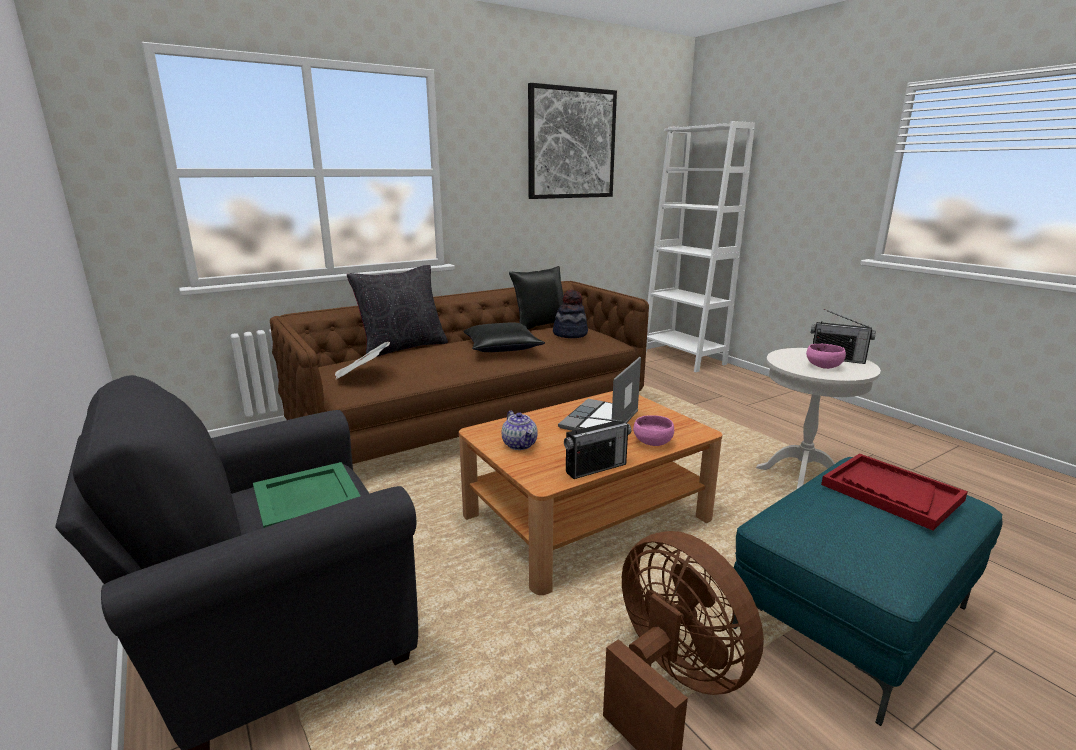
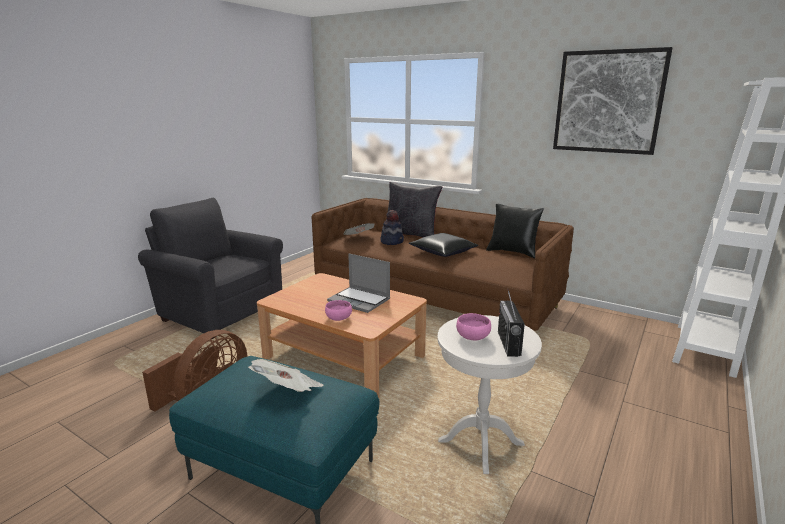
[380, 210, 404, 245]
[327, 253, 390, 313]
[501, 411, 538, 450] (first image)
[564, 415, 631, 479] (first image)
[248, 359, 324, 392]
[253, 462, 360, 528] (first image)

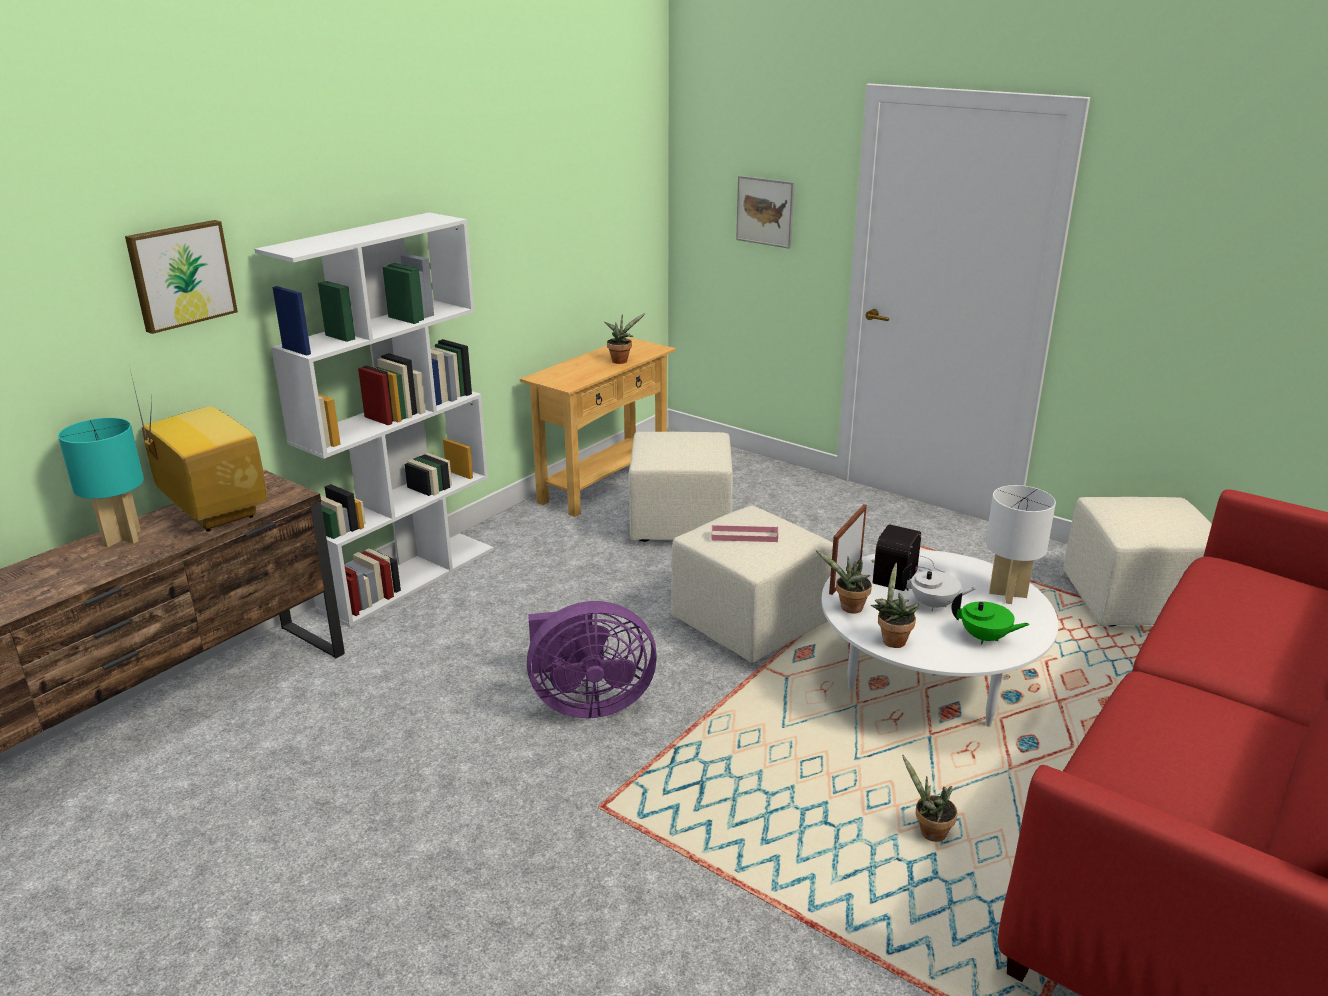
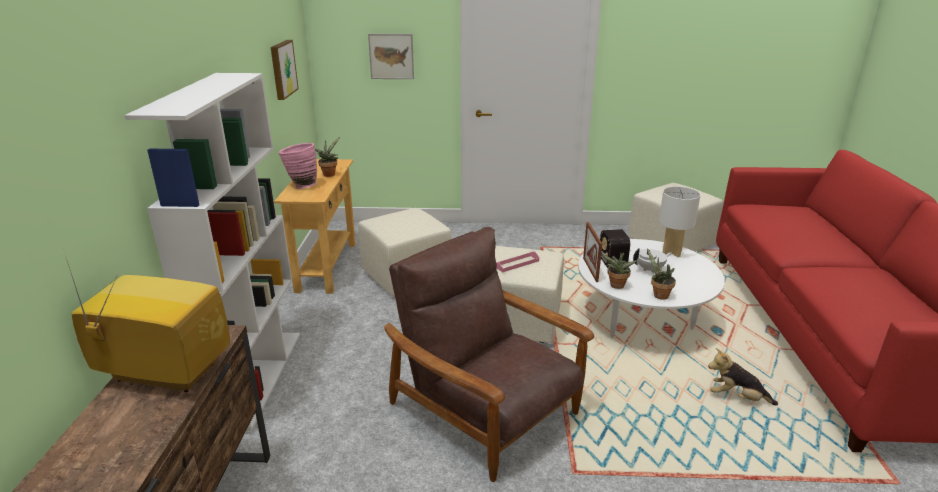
[271, 40, 299, 100]
[58, 418, 144, 547] (first image)
[952, 593, 1030, 645] (first image)
[384, 227, 595, 482]
[708, 348, 778, 405]
[278, 143, 317, 189]

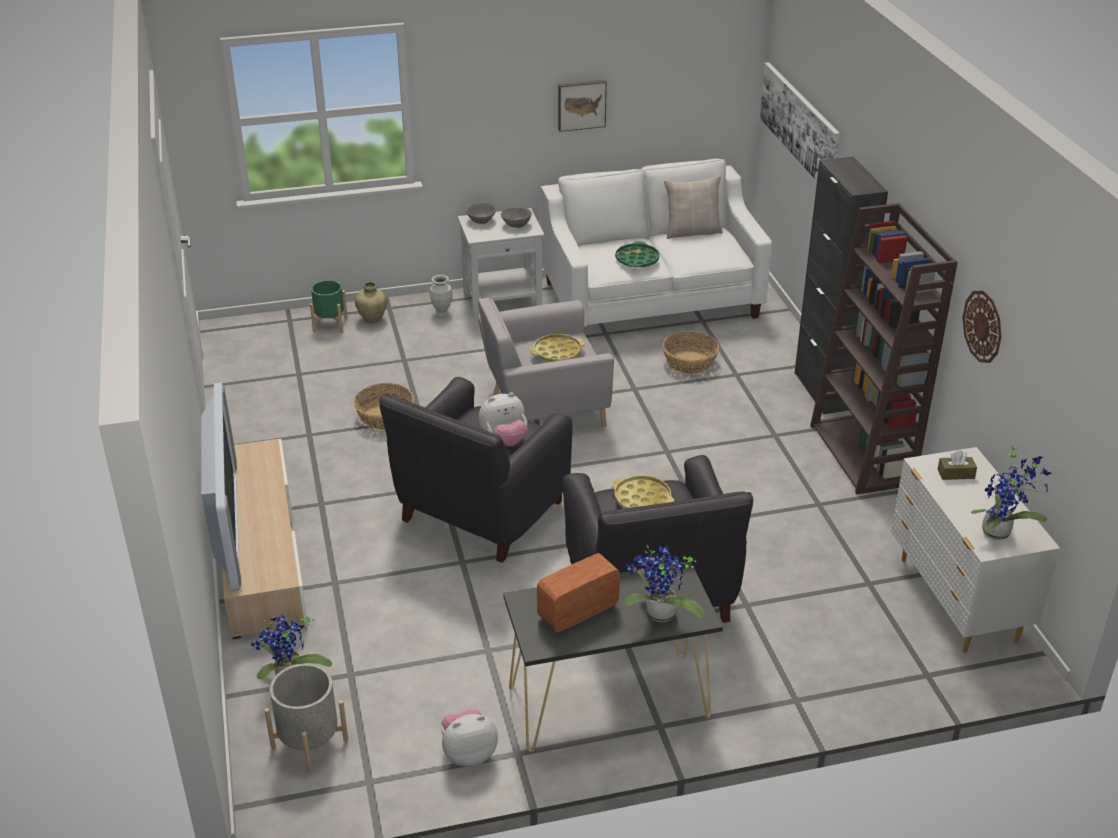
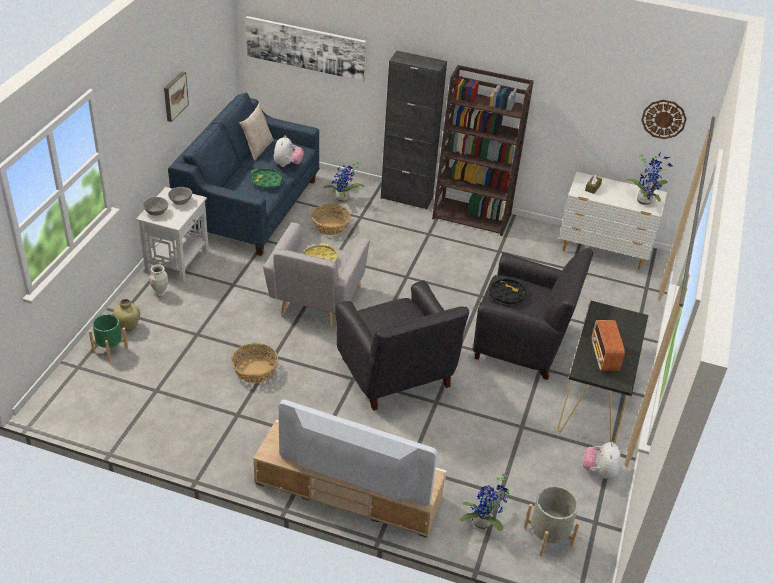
[168, 93, 319, 256]
[641, 100, 687, 139]
[274, 135, 304, 167]
[489, 279, 528, 304]
[324, 162, 365, 202]

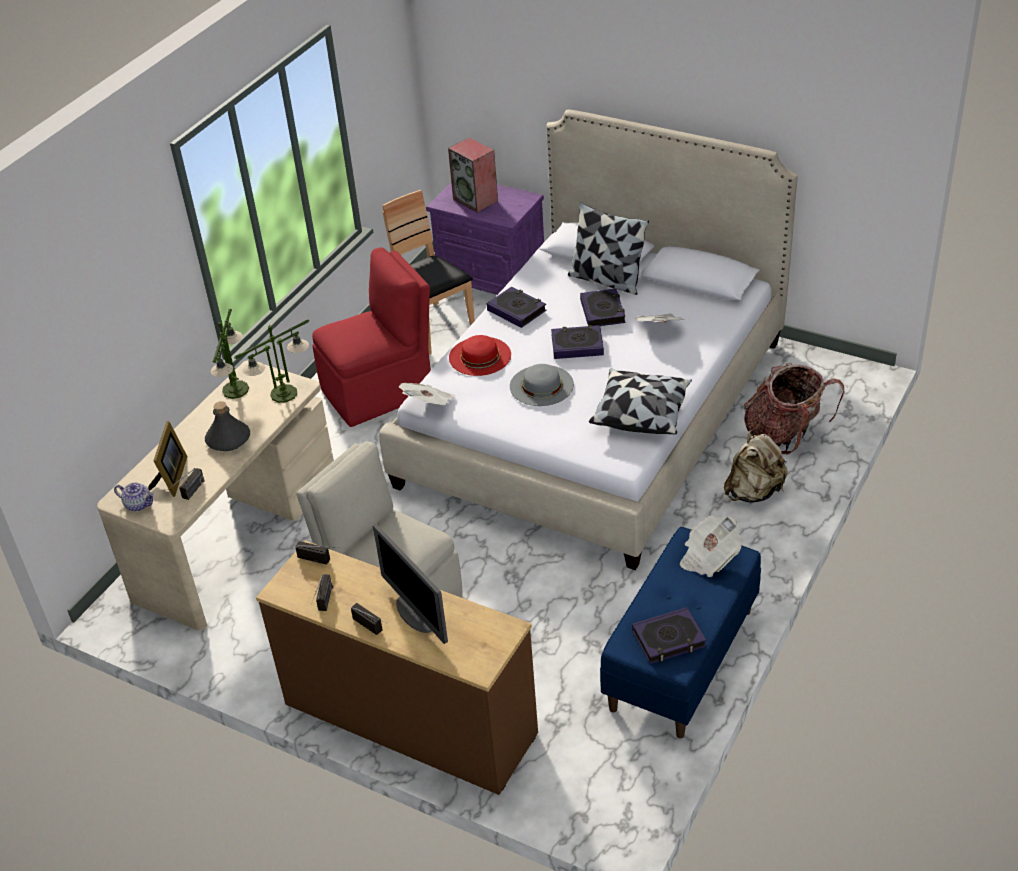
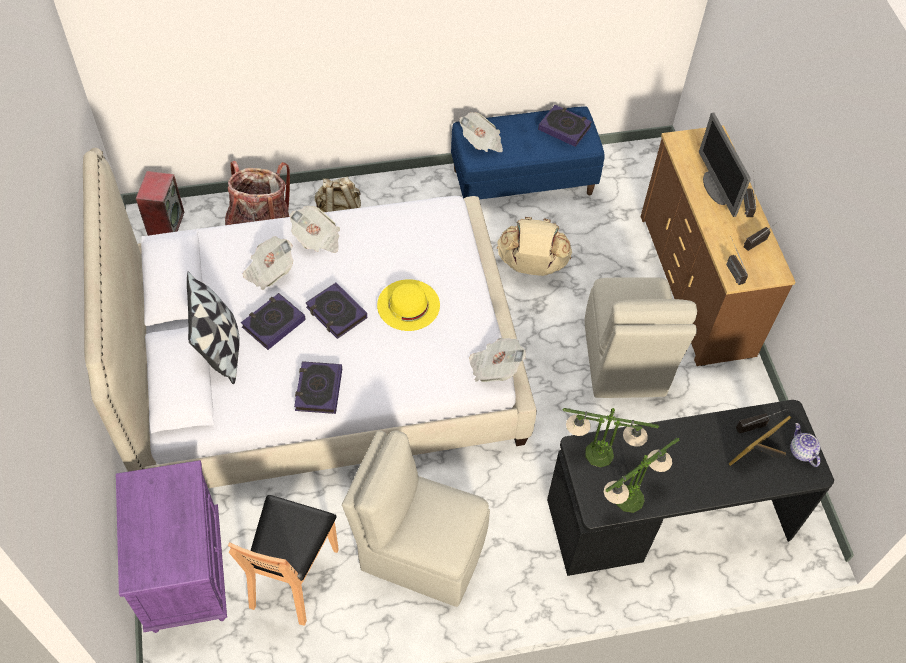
[136, 171, 184, 236]
[342, 430, 490, 607]
[449, 335, 511, 376] (first image)
[547, 400, 834, 576]
[377, 279, 440, 331]
[589, 369, 692, 434] (first image)
[205, 401, 250, 451] (first image)
[699, 113, 751, 217]
[290, 206, 340, 253]
[497, 217, 572, 276]

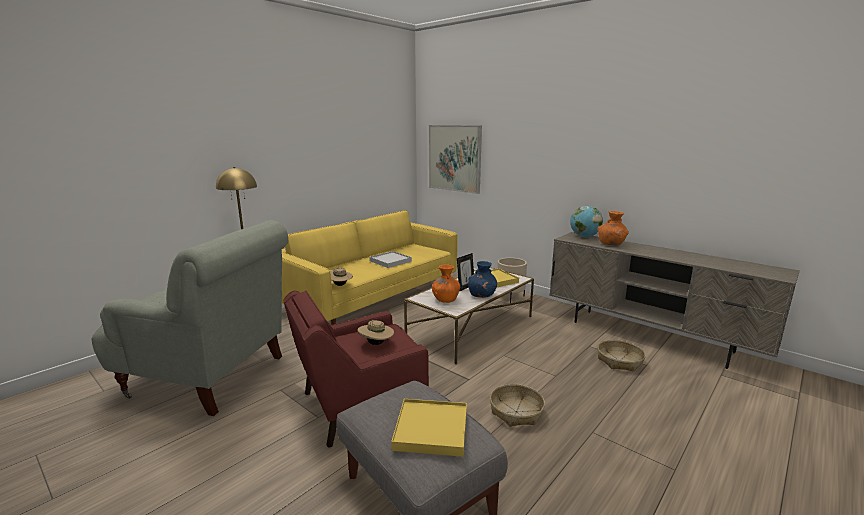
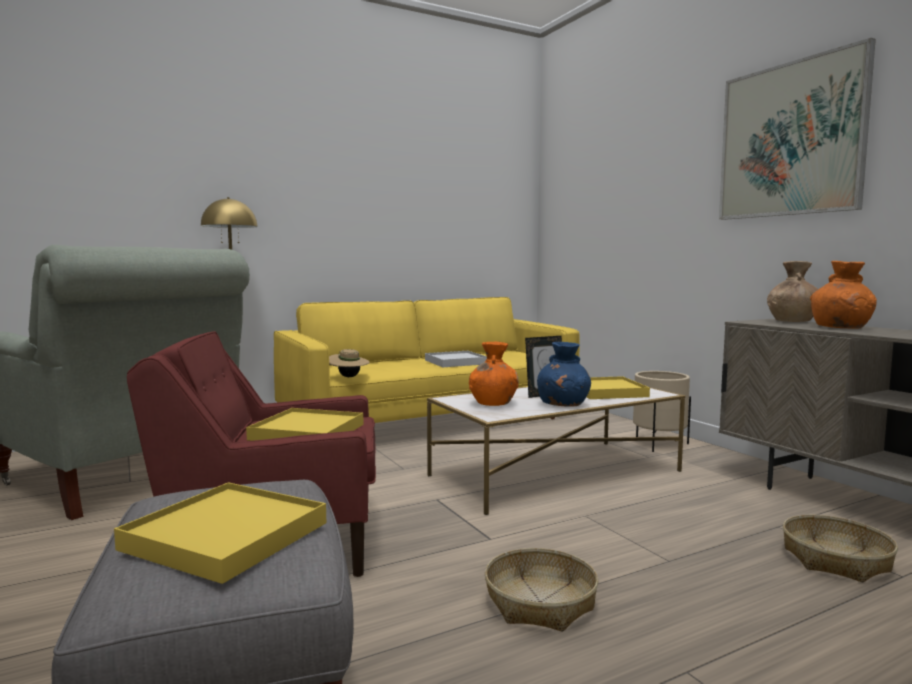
[719, 38, 876, 220]
[767, 261, 818, 322]
[246, 408, 363, 441]

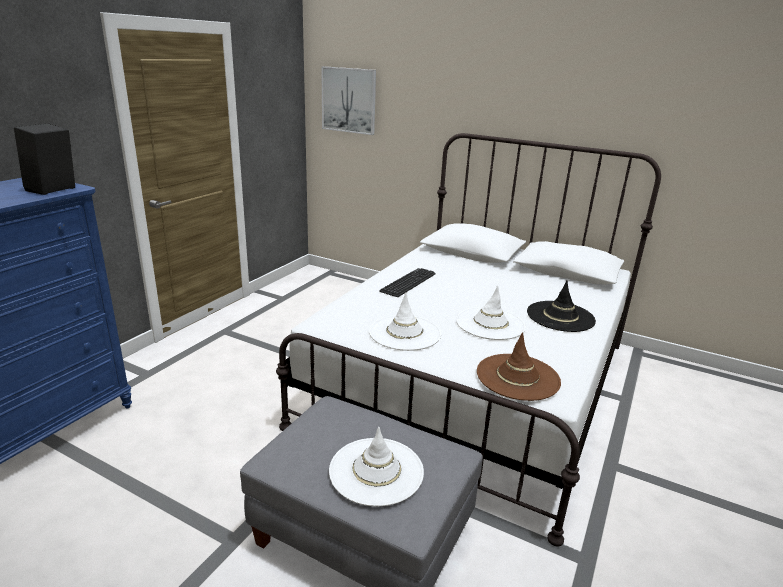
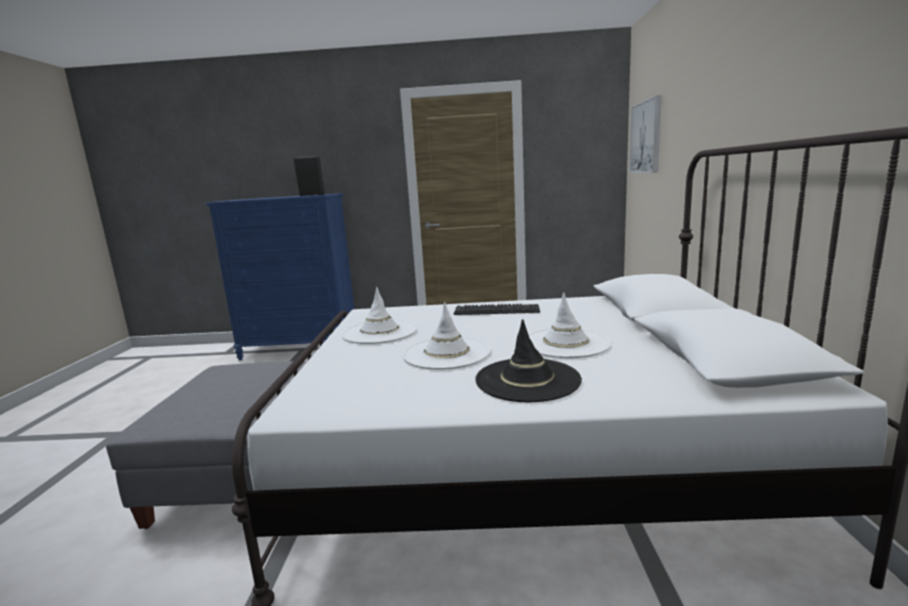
[477, 332, 561, 401] (first image)
[528, 292, 612, 358]

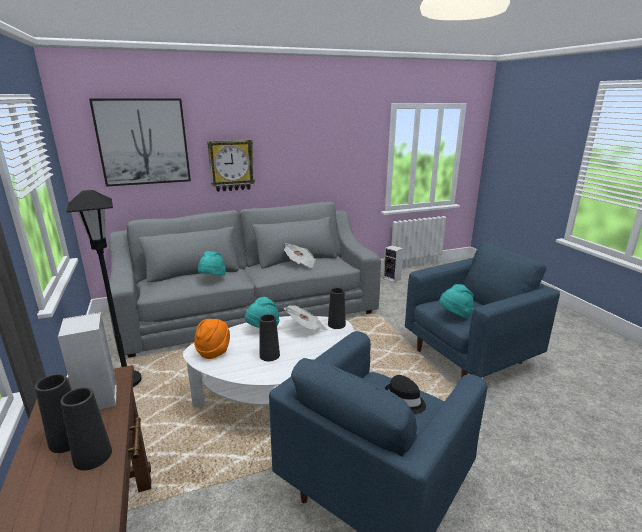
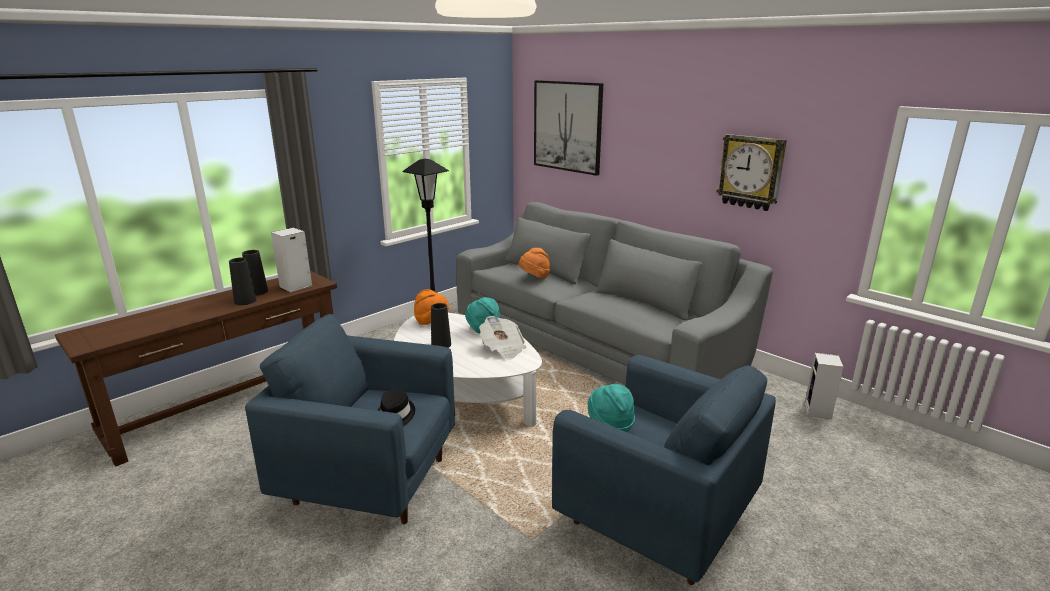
[717, 134, 787, 211]
[284, 243, 316, 268] (first image)
[519, 248, 550, 278]
[328, 288, 346, 329] (first image)

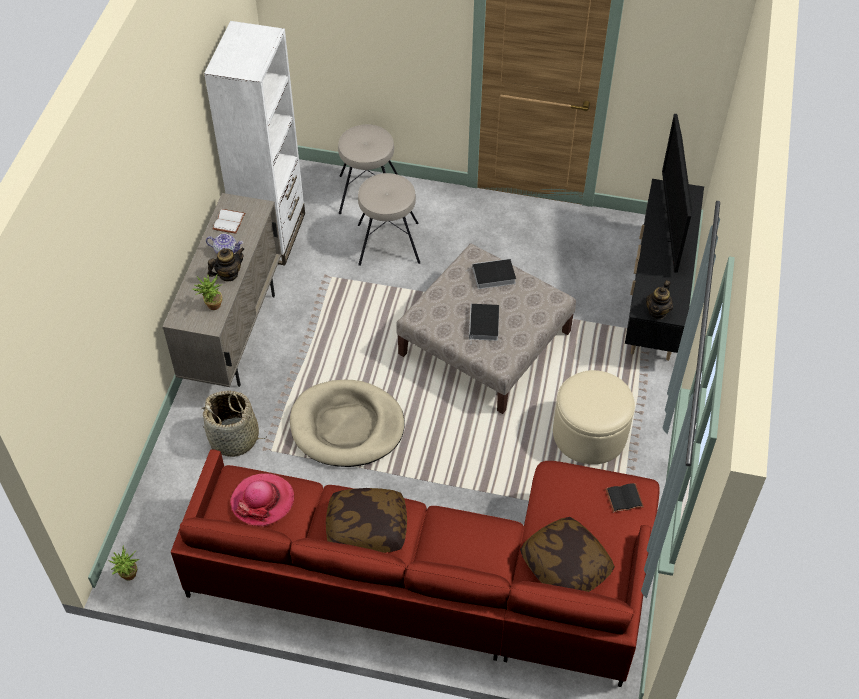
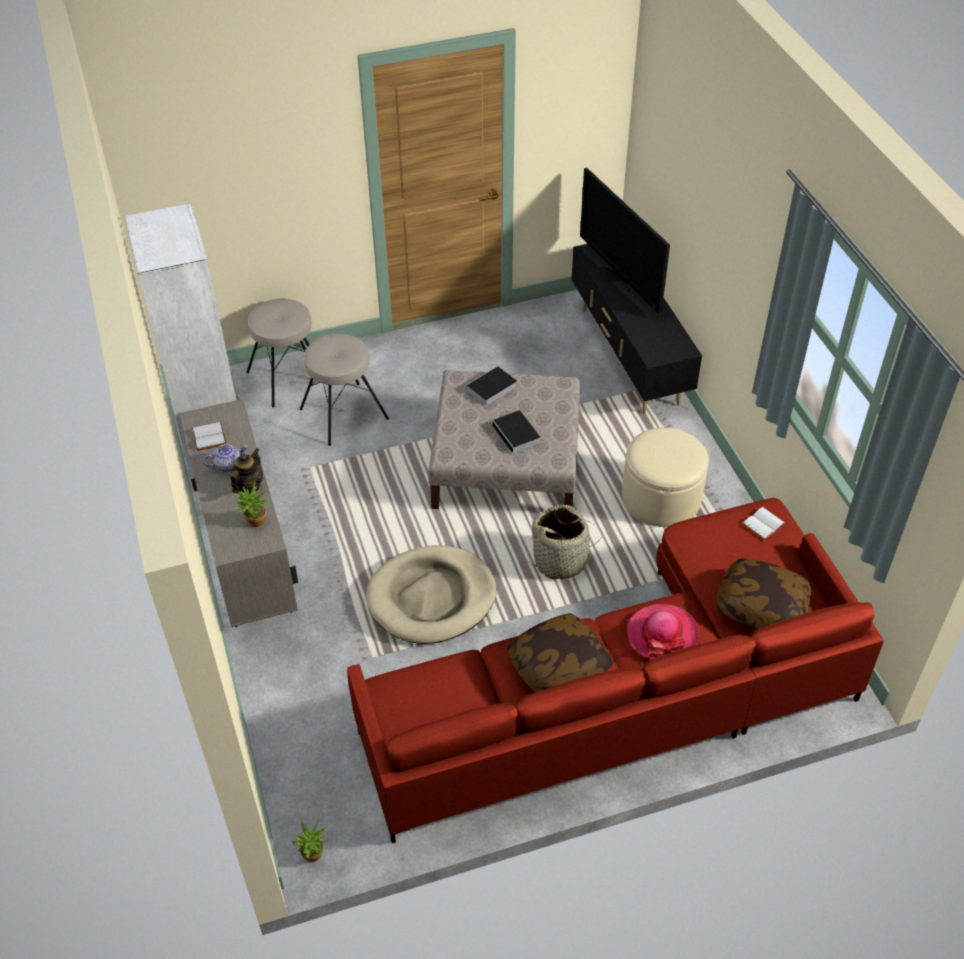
[646, 280, 673, 319] (first image)
[528, 504, 602, 580]
[627, 604, 700, 659]
[741, 507, 786, 541]

